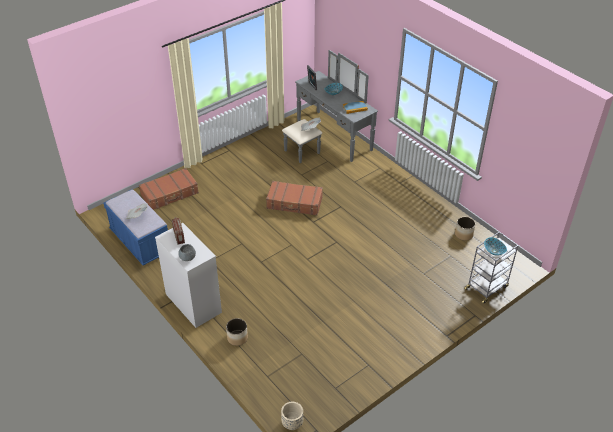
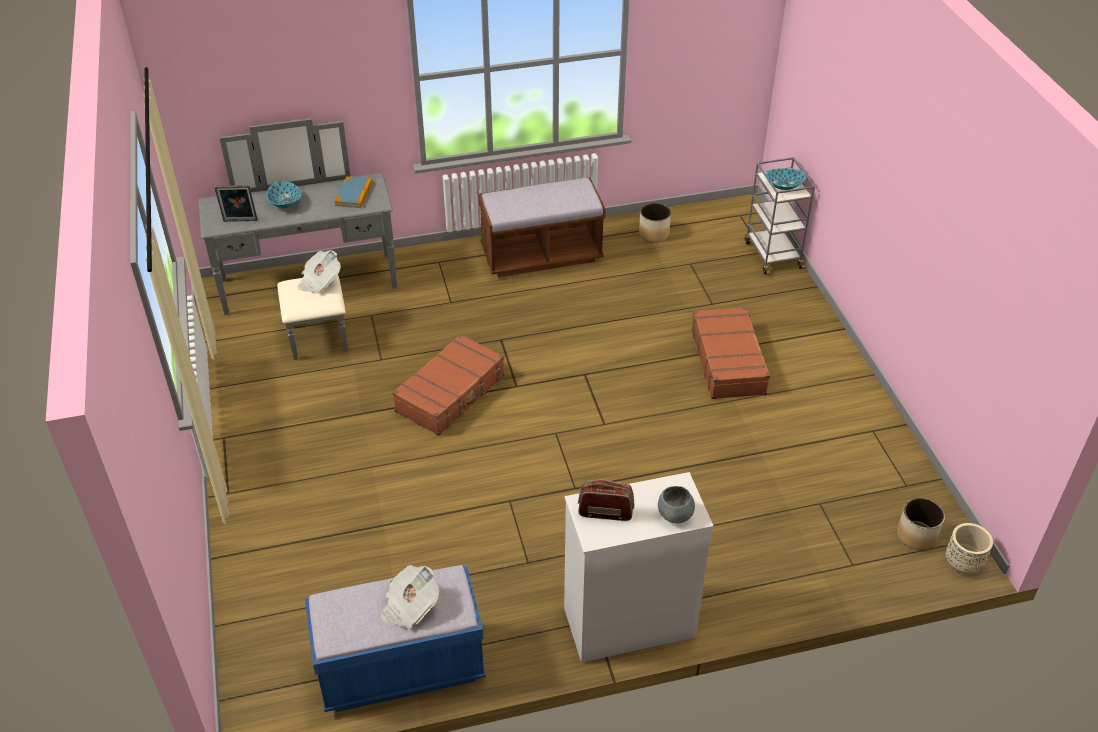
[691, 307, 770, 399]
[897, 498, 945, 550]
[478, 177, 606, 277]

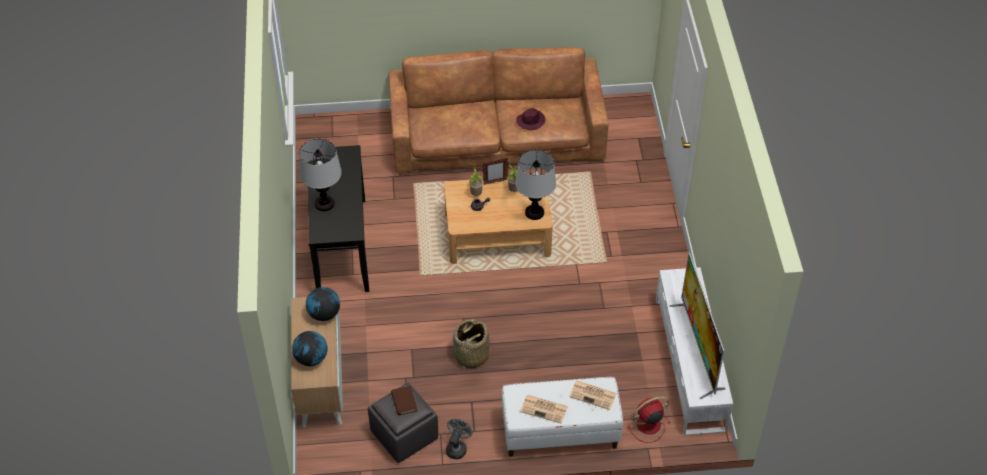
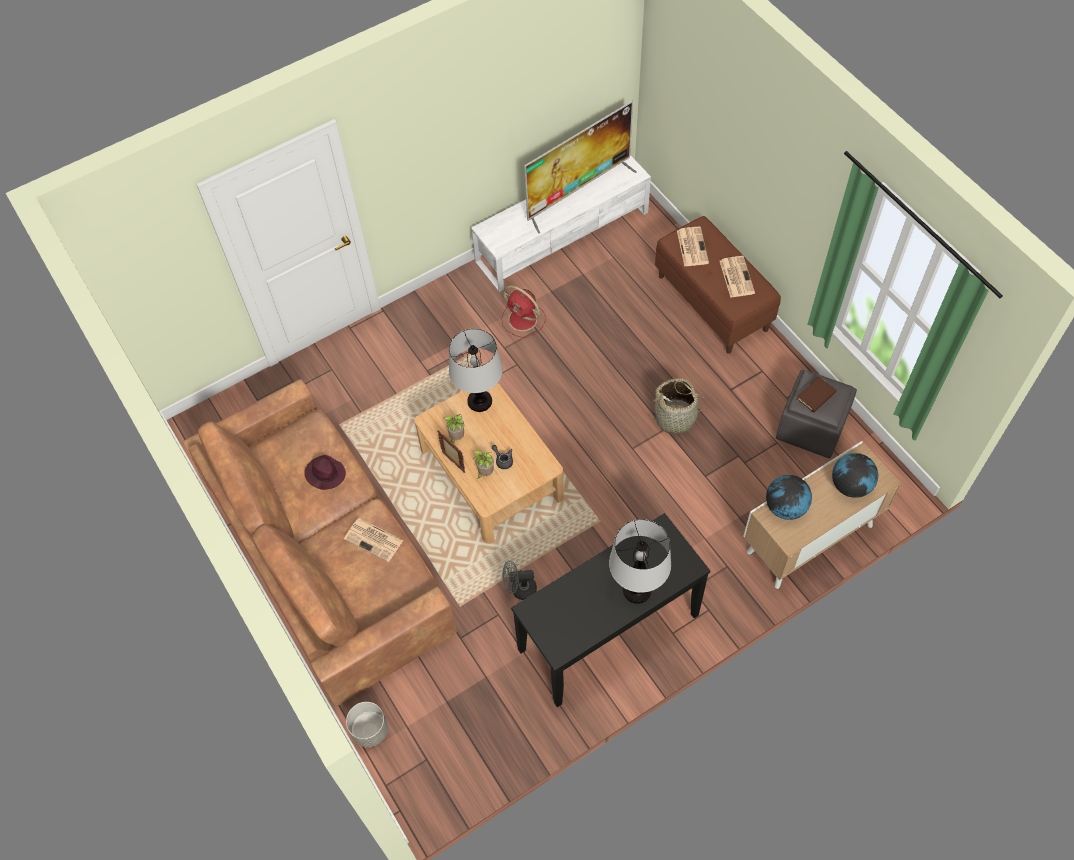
[655, 216, 781, 354]
[501, 286, 546, 337]
[502, 560, 537, 600]
[344, 518, 403, 562]
[346, 702, 388, 747]

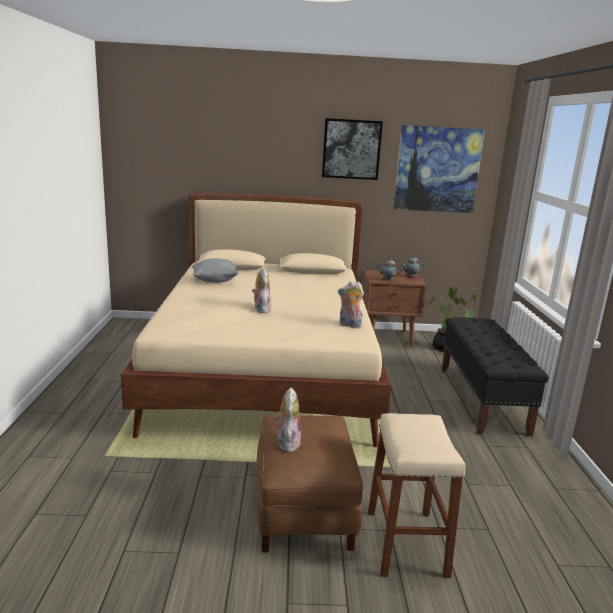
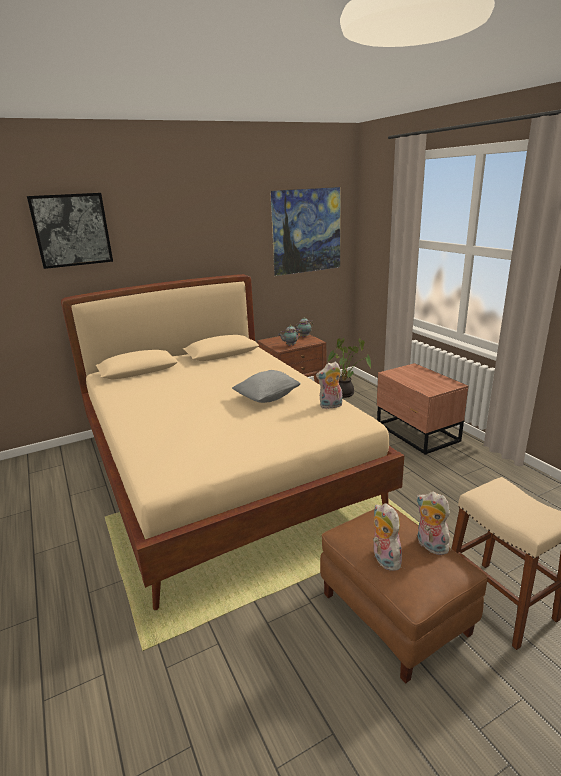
[27, 193, 113, 269]
[232, 370, 301, 403]
[416, 491, 450, 555]
[377, 363, 468, 455]

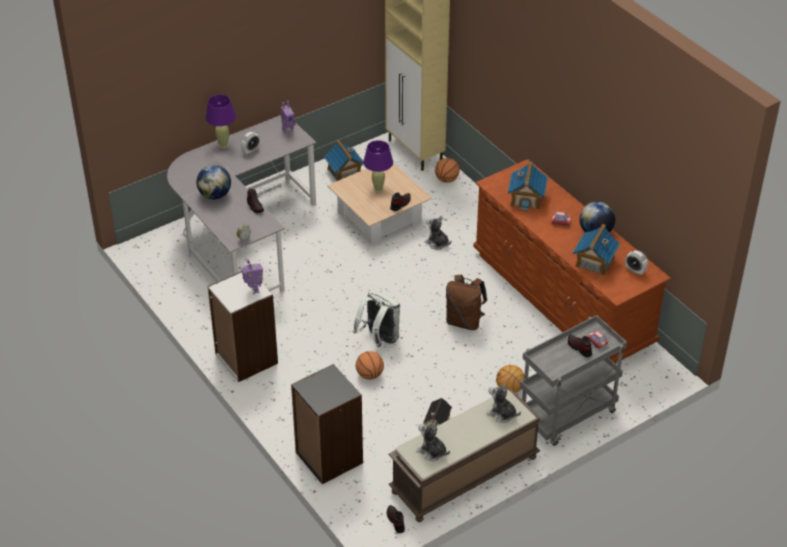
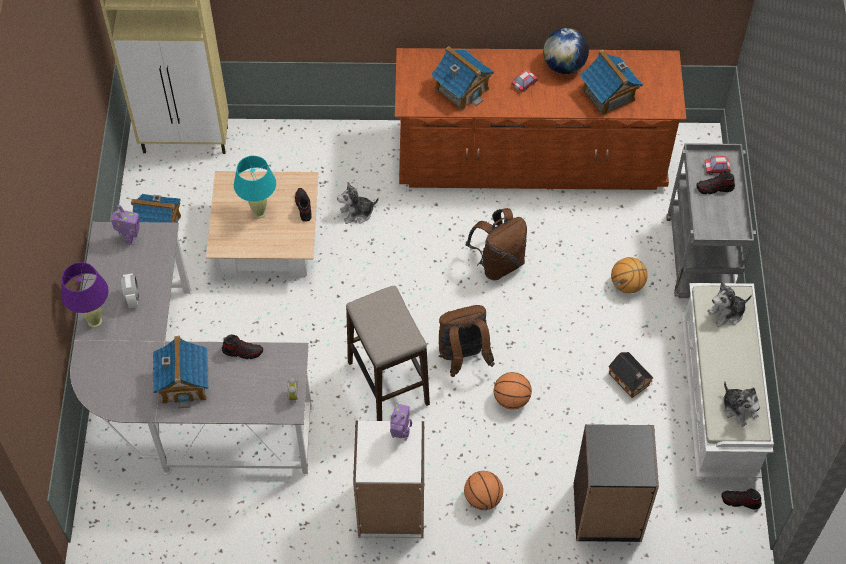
[234, 156, 276, 218]
[464, 471, 503, 510]
[153, 336, 208, 408]
[625, 250, 648, 275] (first image)
[439, 305, 495, 377]
[681, 283, 774, 482]
[723, 382, 760, 427]
[346, 285, 430, 421]

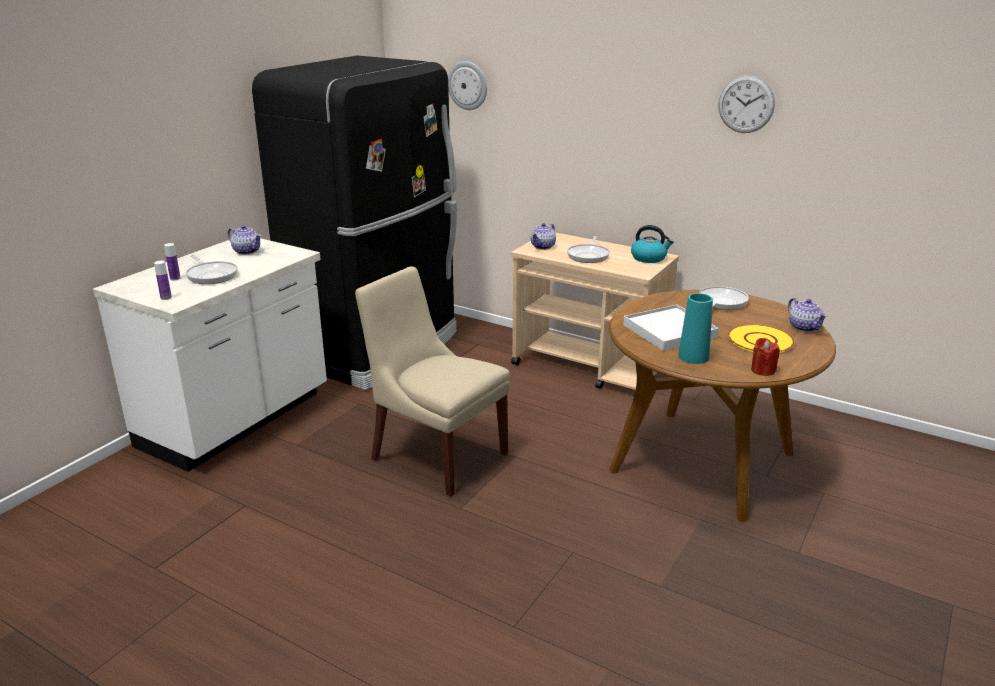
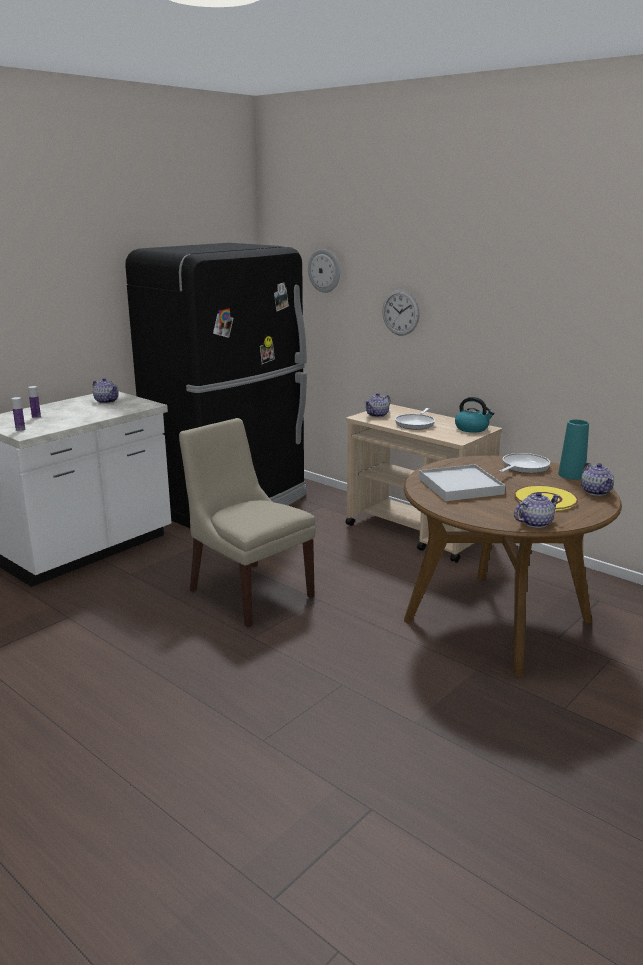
[382, 290, 420, 336]
[186, 255, 238, 284] (first image)
[558, 419, 589, 480]
[514, 492, 560, 528]

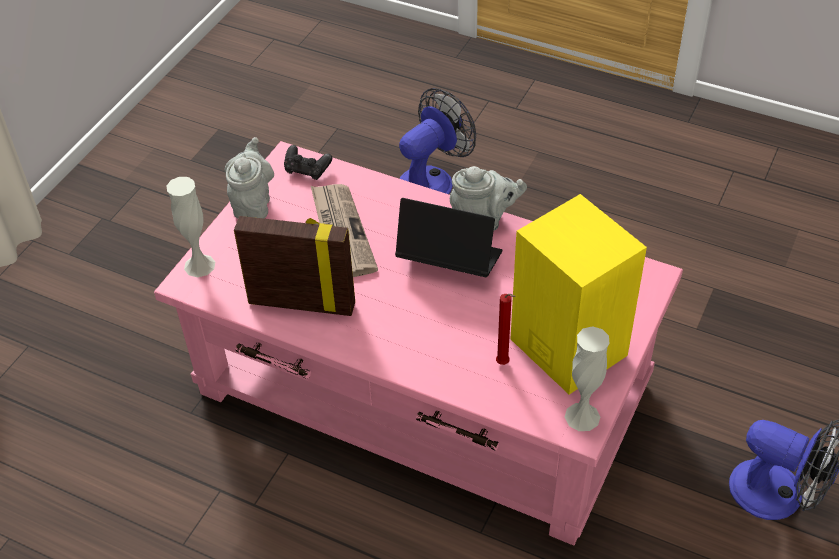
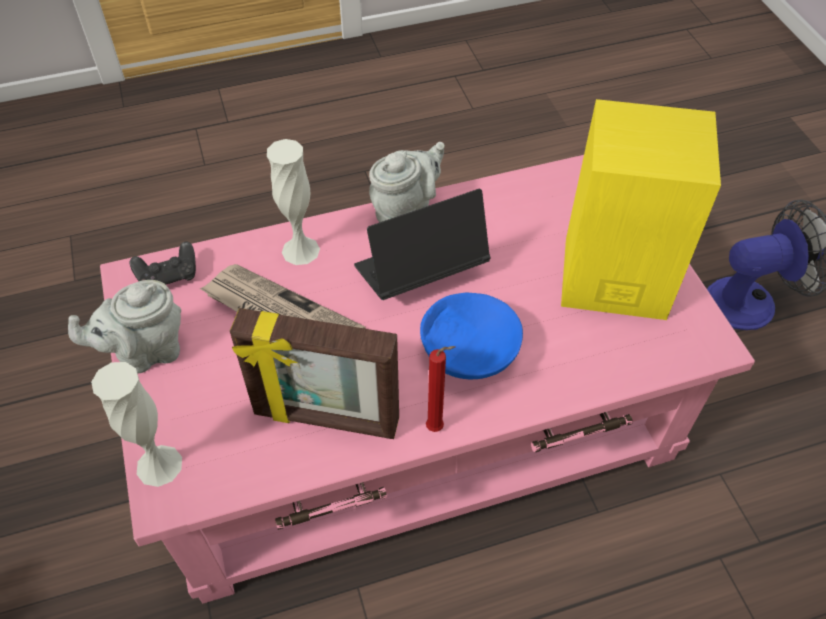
[399, 88, 476, 194] (first image)
[68, 280, 181, 373]
[230, 308, 399, 439]
[426, 346, 455, 432]
[267, 139, 320, 265]
[420, 293, 523, 379]

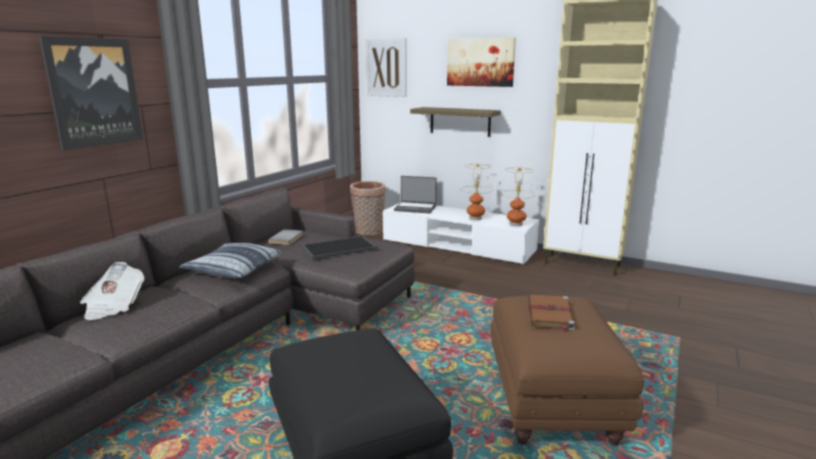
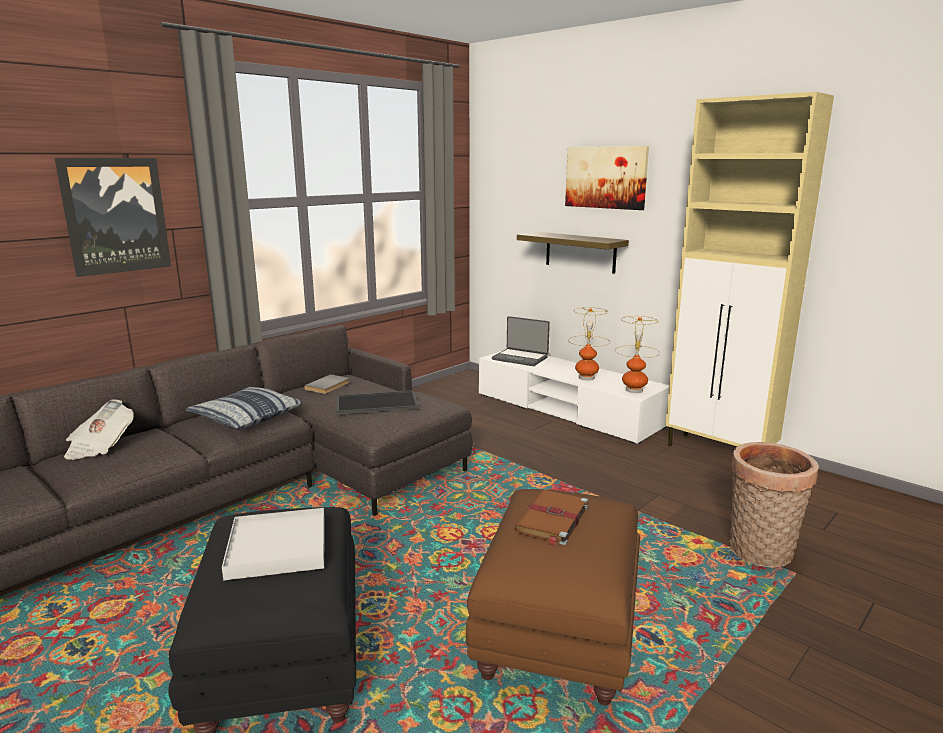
[365, 38, 407, 97] (first image)
[729, 442, 819, 568]
[222, 508, 325, 580]

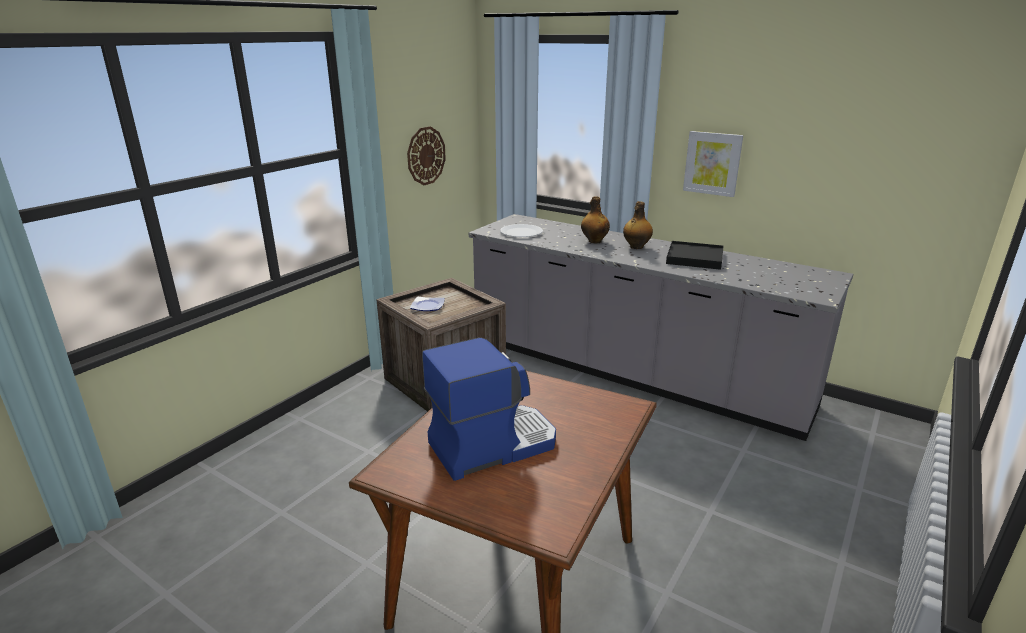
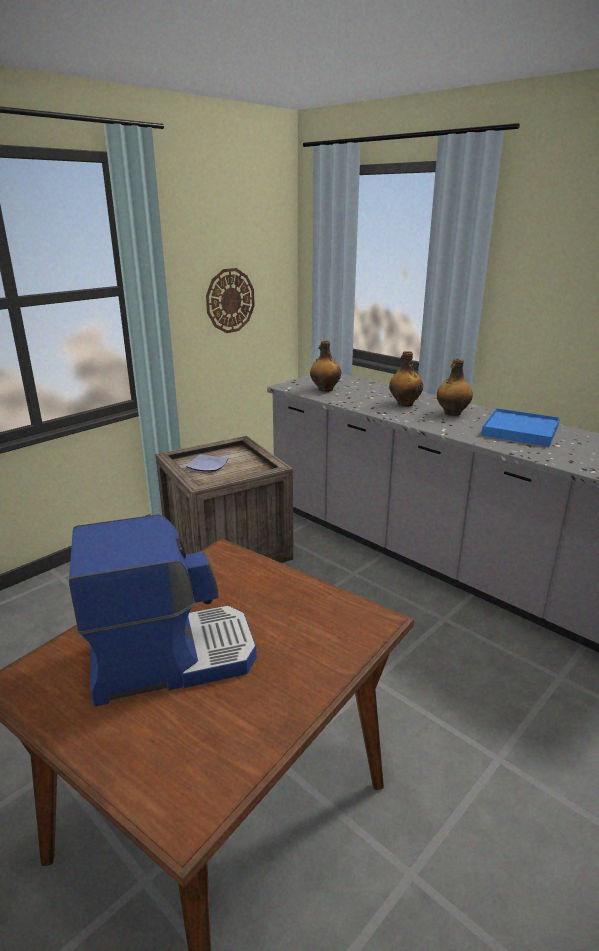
[683, 131, 743, 197] (first image)
[310, 340, 341, 392]
[481, 408, 560, 447]

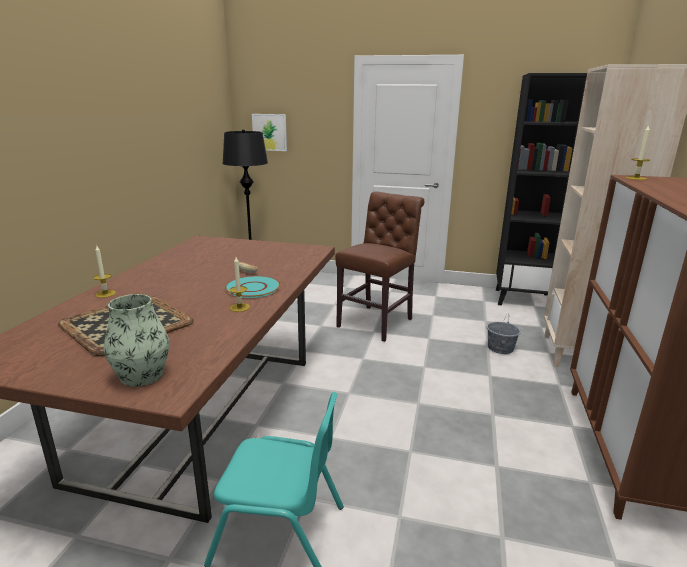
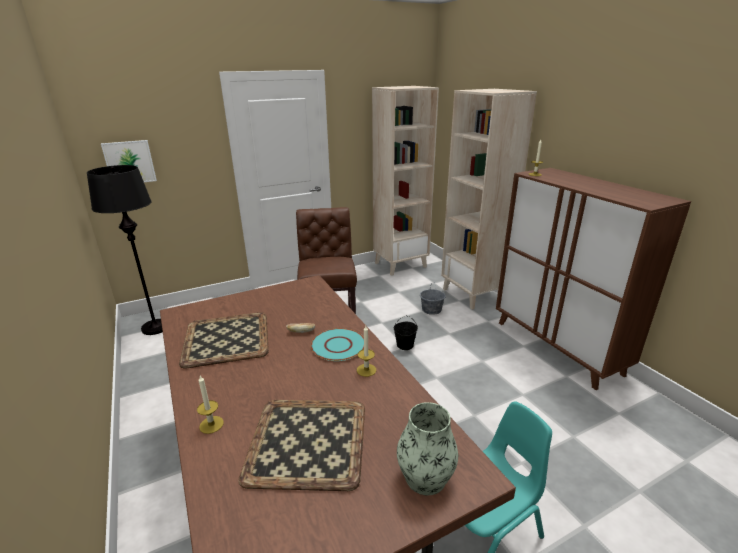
[372, 86, 439, 276]
[179, 312, 269, 369]
[394, 316, 418, 350]

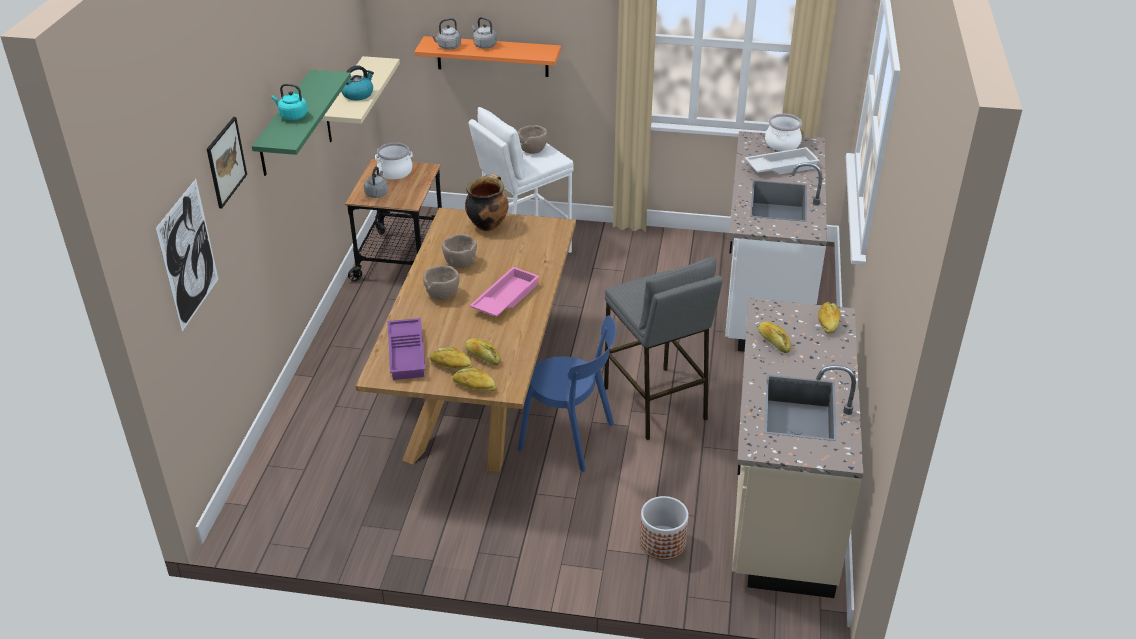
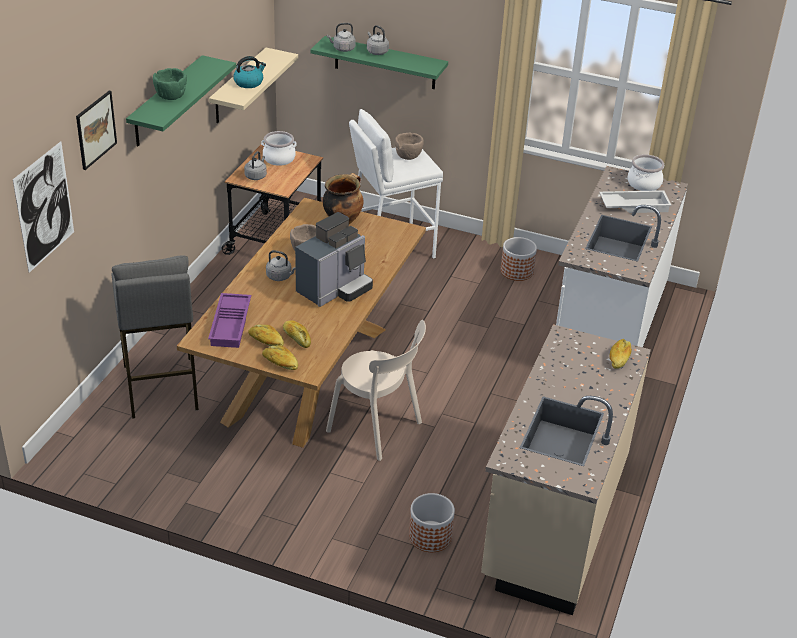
[311, 36, 448, 89]
[153, 68, 187, 100]
[111, 256, 199, 419]
[266, 250, 296, 281]
[295, 212, 373, 307]
[326, 320, 426, 461]
[758, 322, 791, 353] (first image)
[501, 237, 537, 281]

